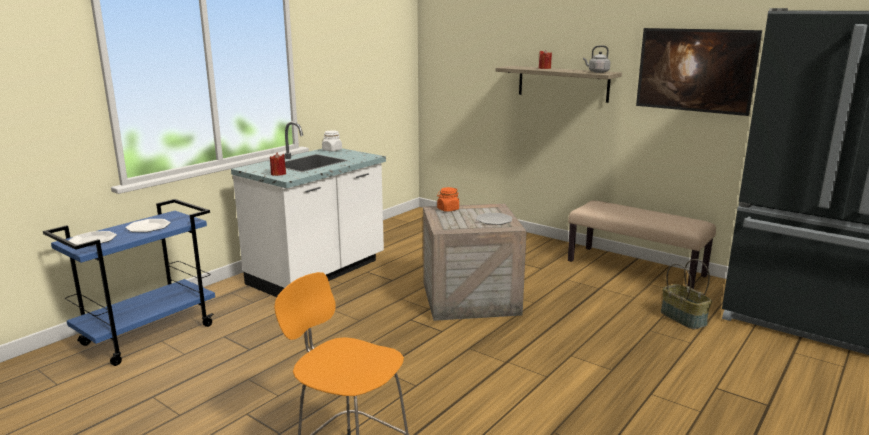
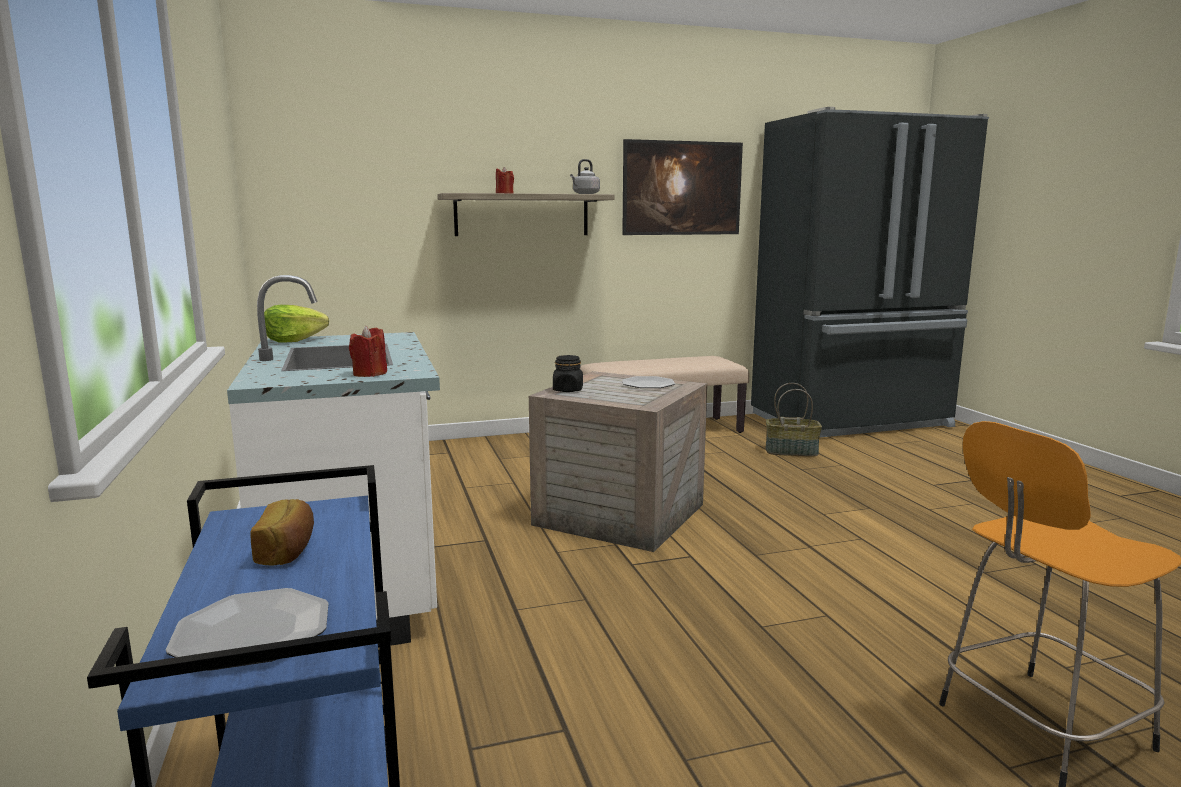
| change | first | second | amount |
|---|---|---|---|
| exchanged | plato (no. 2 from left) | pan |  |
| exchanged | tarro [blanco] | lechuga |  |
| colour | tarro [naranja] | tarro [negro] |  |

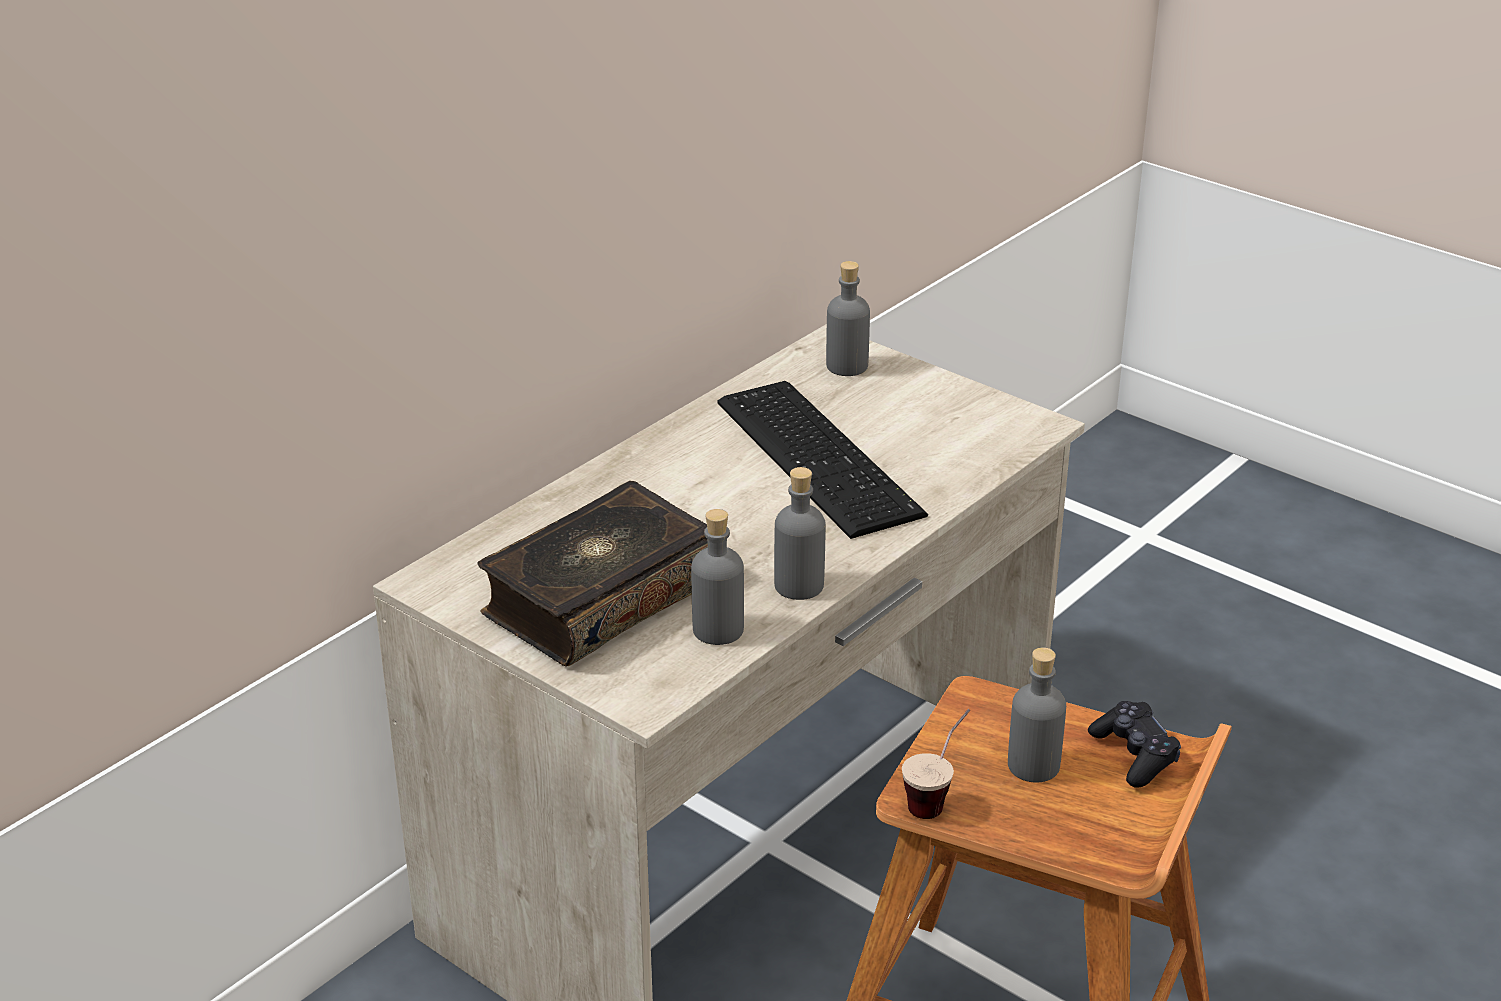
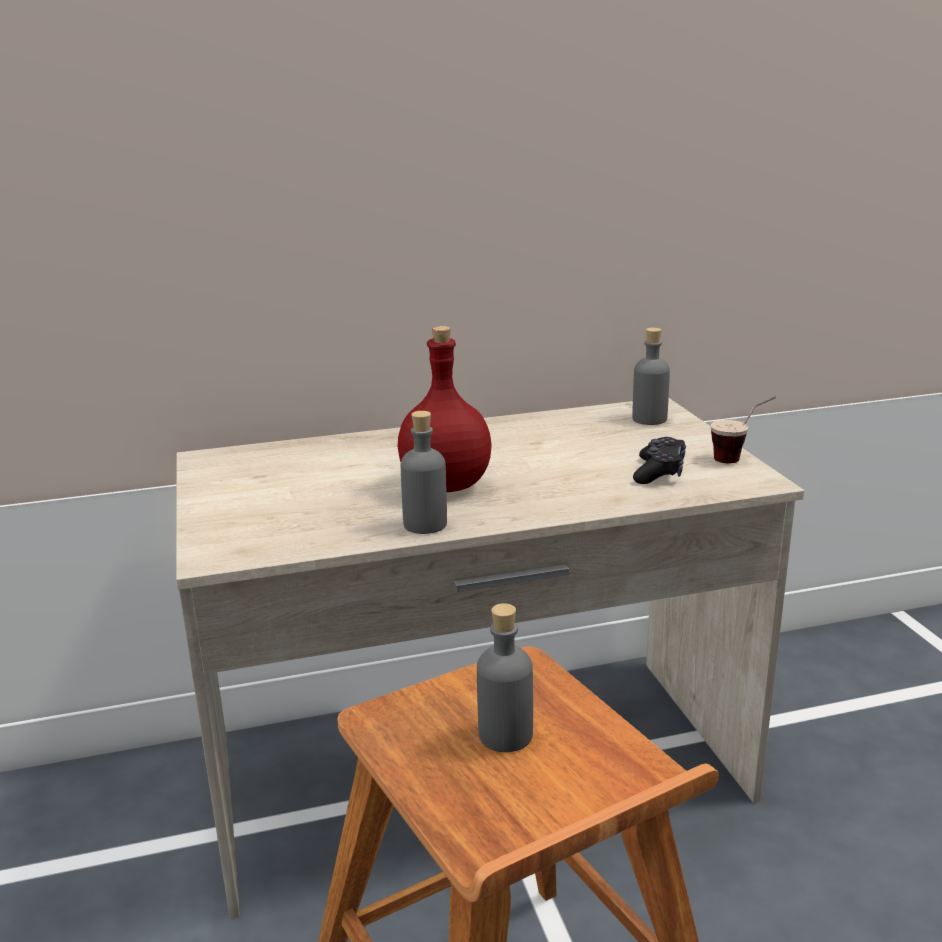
| change | first | second | amount |
|---|---|---|---|
| missing | libro |  |  |
| missing | botella [gris] (no. 1 from left) |  |  |
| missing | teclado |  |  |
| appeared |  | botella [rojo] |  |
| relocated | taza |  |  |
| relocated | mando de consola [negro] |  |  |

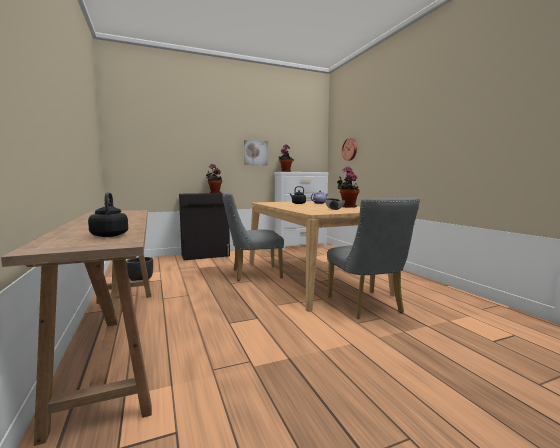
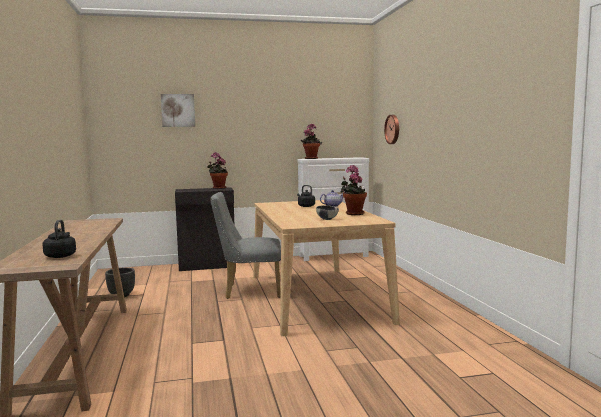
| change | first | second | amount |
|---|---|---|---|
| missing | silla [gris] (no. 2 from left) |  |  |
| relocated | cuadro |  |  |

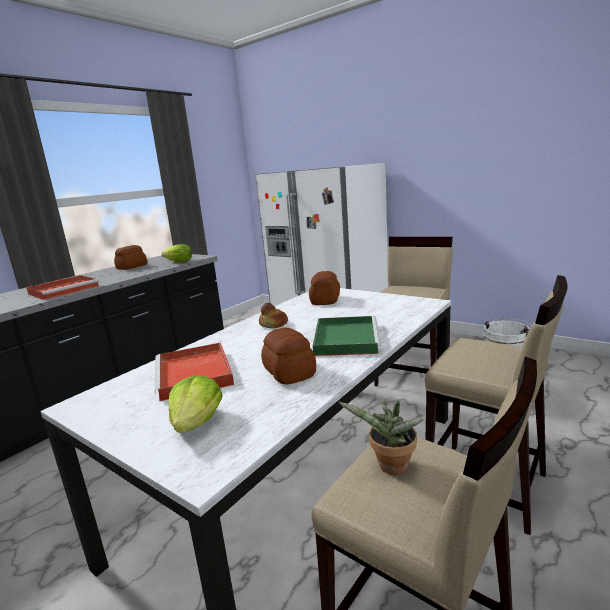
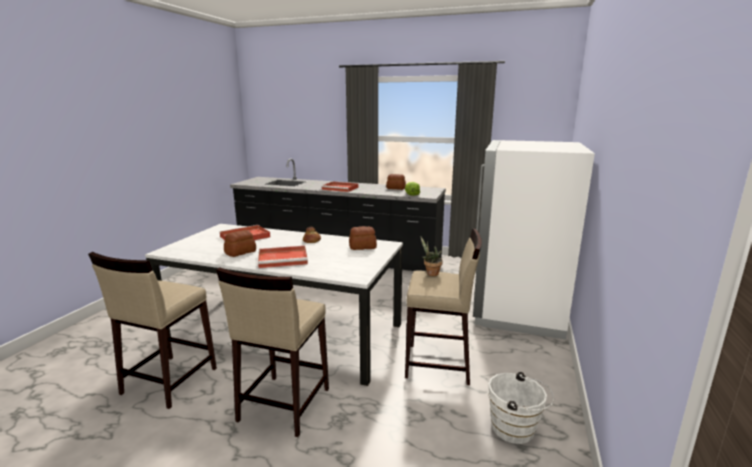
| change | first | second | amount |
|---|---|---|---|
| missing | lechuga (no. 2 from left) |  |  |
| relocated | planta en maceta |  |  |
| colour | bandeja [verde] | bandeja [rojo] (no. 2 from left) |  |

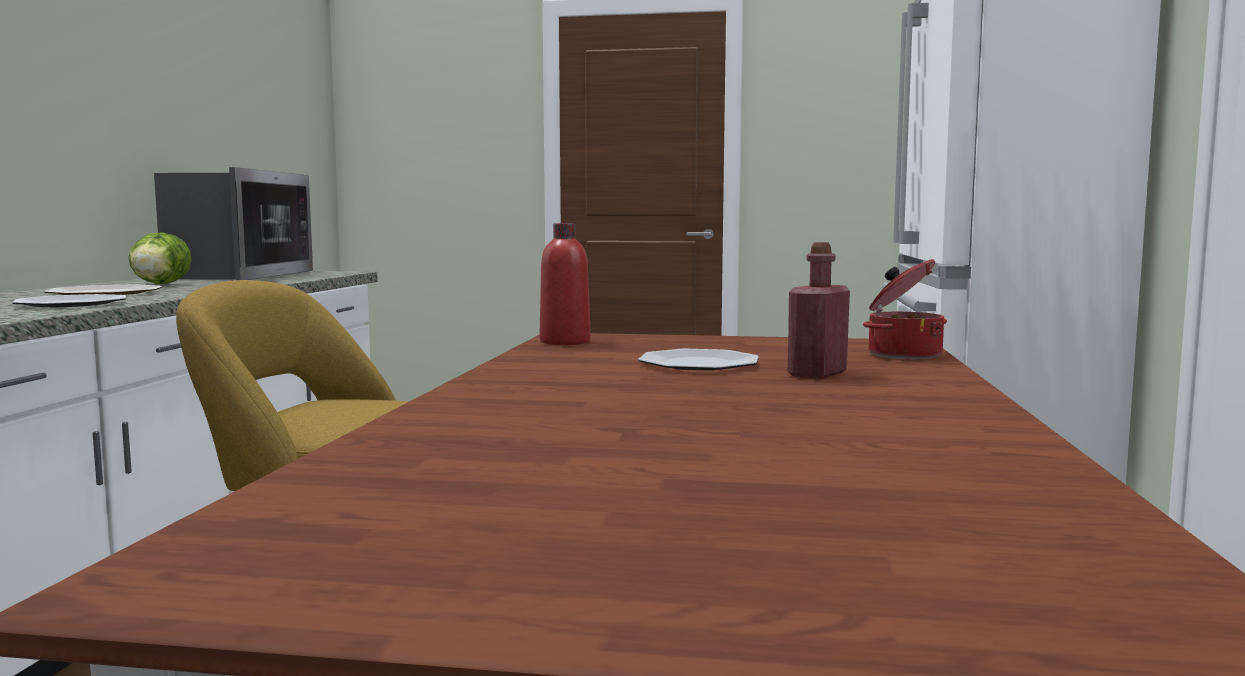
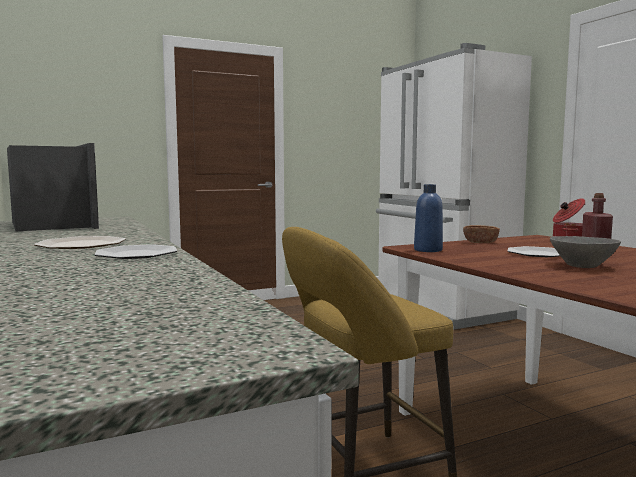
| change | first | second | amount |
|---|---|---|---|
| missing | lechuga |  |  |
| appeared |  | cuenco [marrón] |  |
| appeared |  | cuenco [gris] |  |
| colour | botella [rojo] (no. 1 from left) | botella [azul] |  |

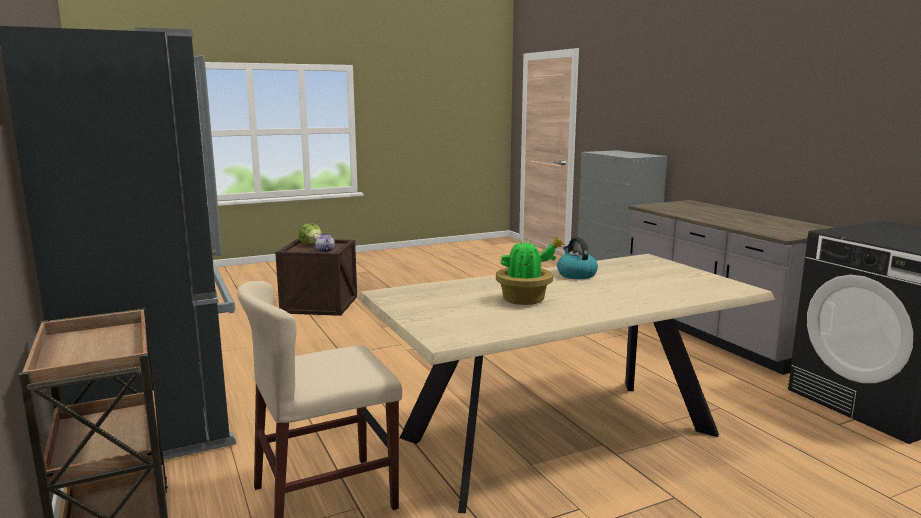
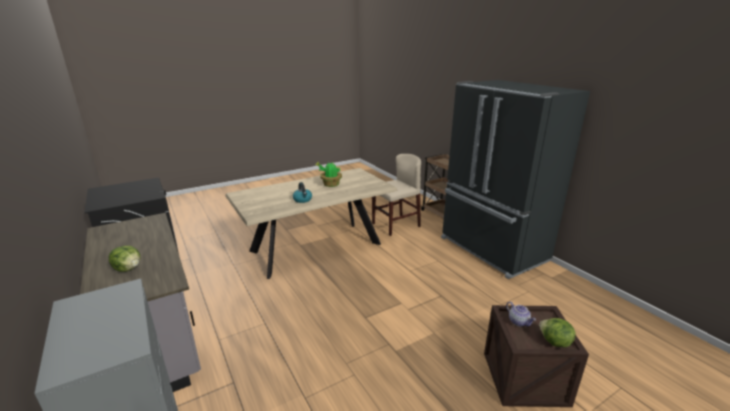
| change | first | second | amount |
|---|---|---|---|
| appeared |  | lechuga (no. 1 from left) |  |

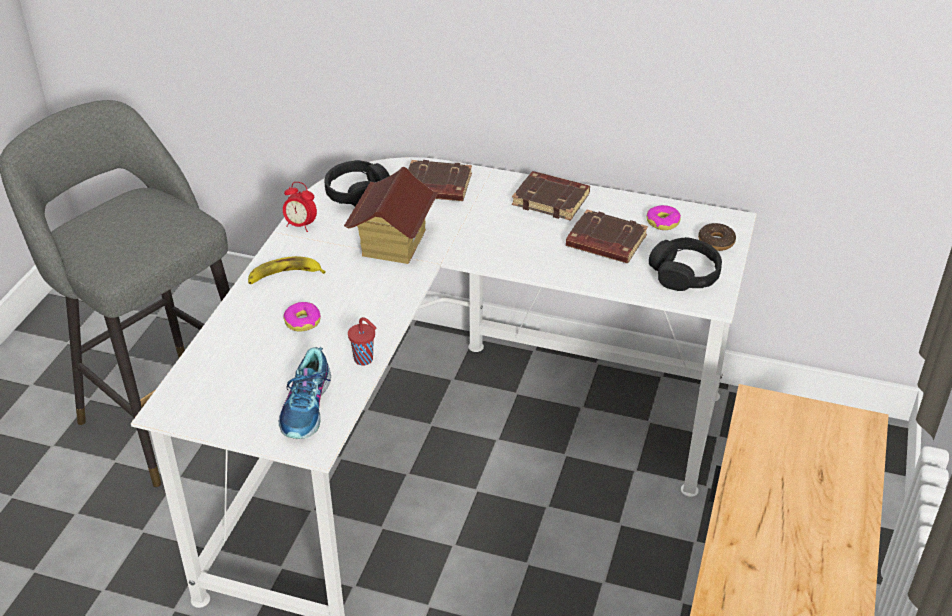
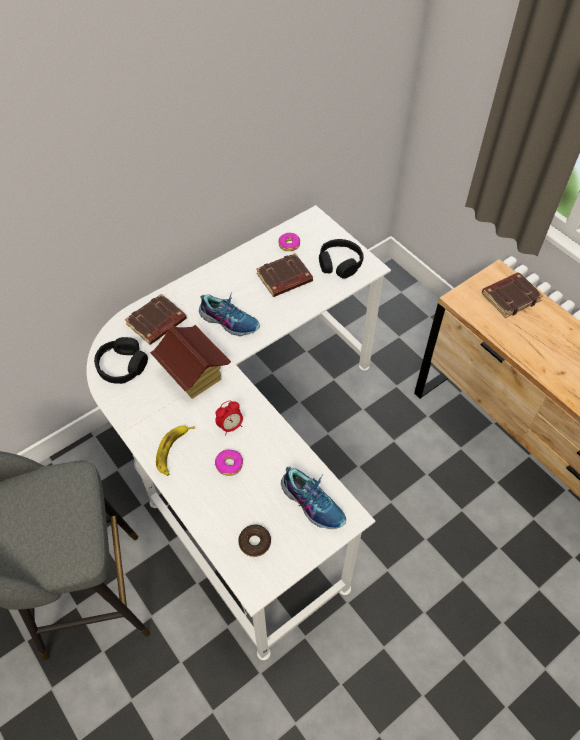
| change | first | second | amount |
|---|---|---|---|
| missing | taza [rojo] |  |  |
| appeared |  | zapato (no. 1 from left) |  |
| relocated | despertador |  |  |
| relocated | libro [marrón] (no. 2 from left in the first image) | libro [marrón] (no. 3 from left) |  |
| relocated | rosquilla (no. 3 from left in the first image) | rosquilla (no. 2 from left) |  |

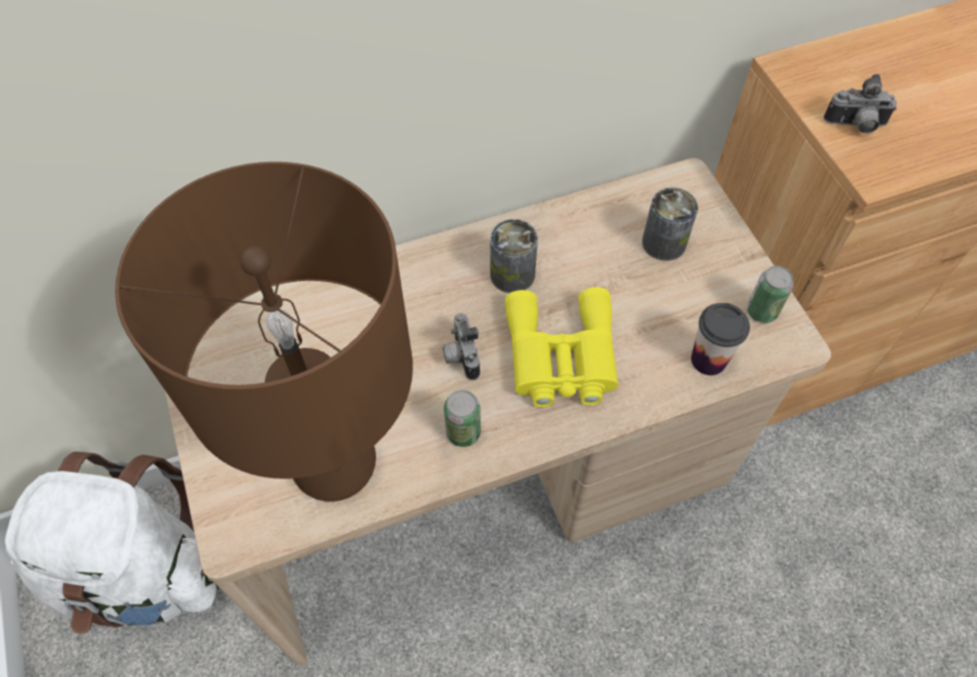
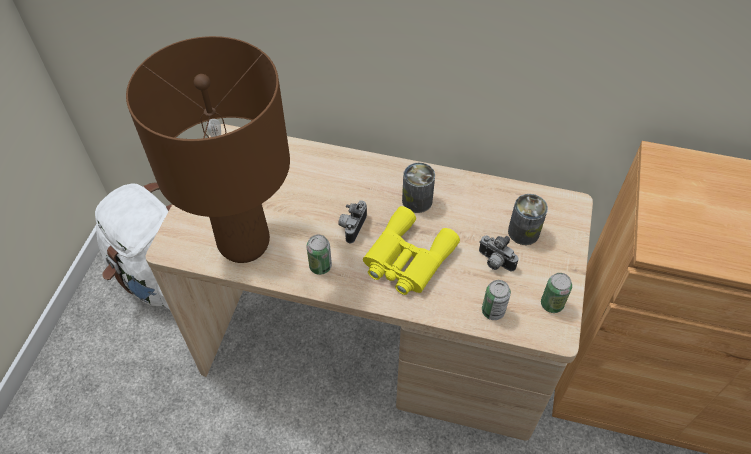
| change | first | second | amount |
|---|---|---|---|
| relocated | cámara (no. 2 from left) |  |  |
| exchanged | taza | lata (no. 3 from left) |  |

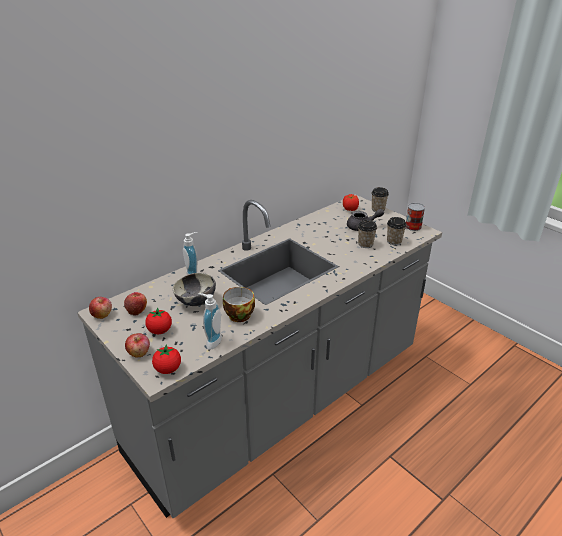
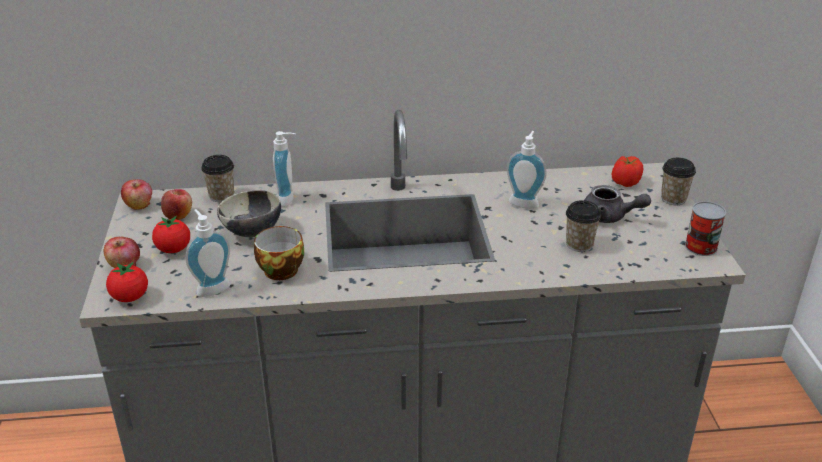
| change | first | second | amount |
|---|---|---|---|
| appeared |  | dispensador de jabón (no. 3 from left) |  |
| relocated | taza (no. 4 from left in the first image) | taza (no. 1 from left) |  |

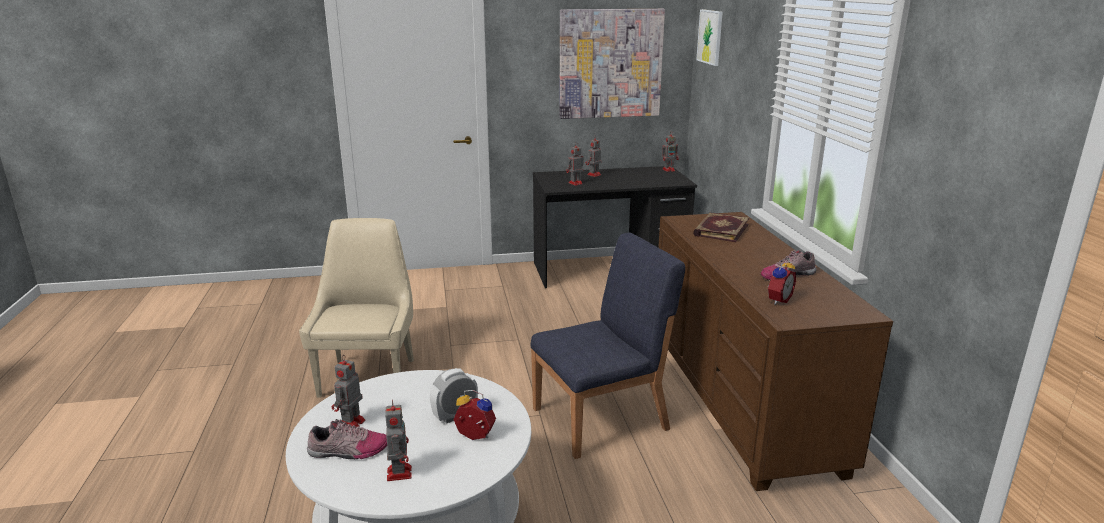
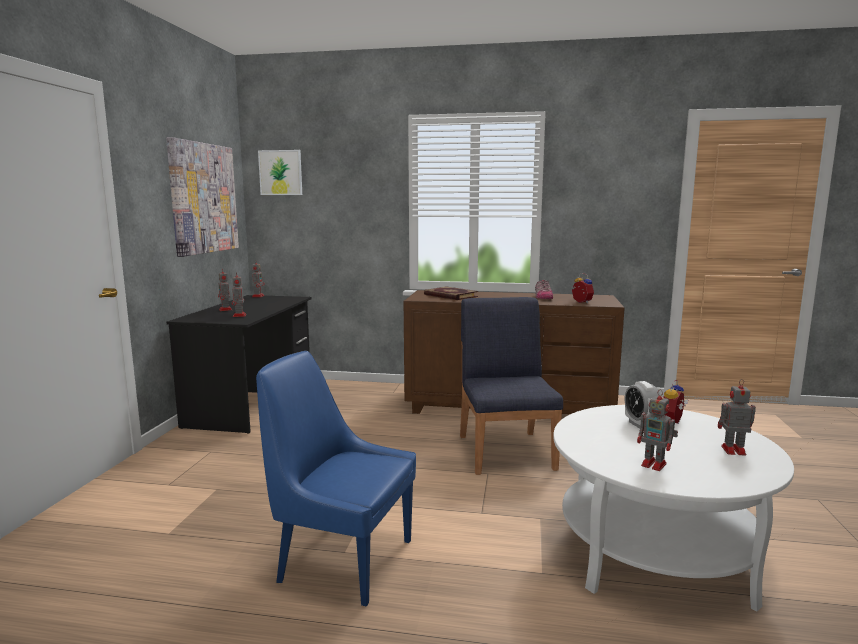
| change | first | second | amount |
|---|---|---|---|
| missing | zapato (no. 1 from left) |  |  |
| colour | silla [beis] | silla [azul] (no. 1 from left) |  |

